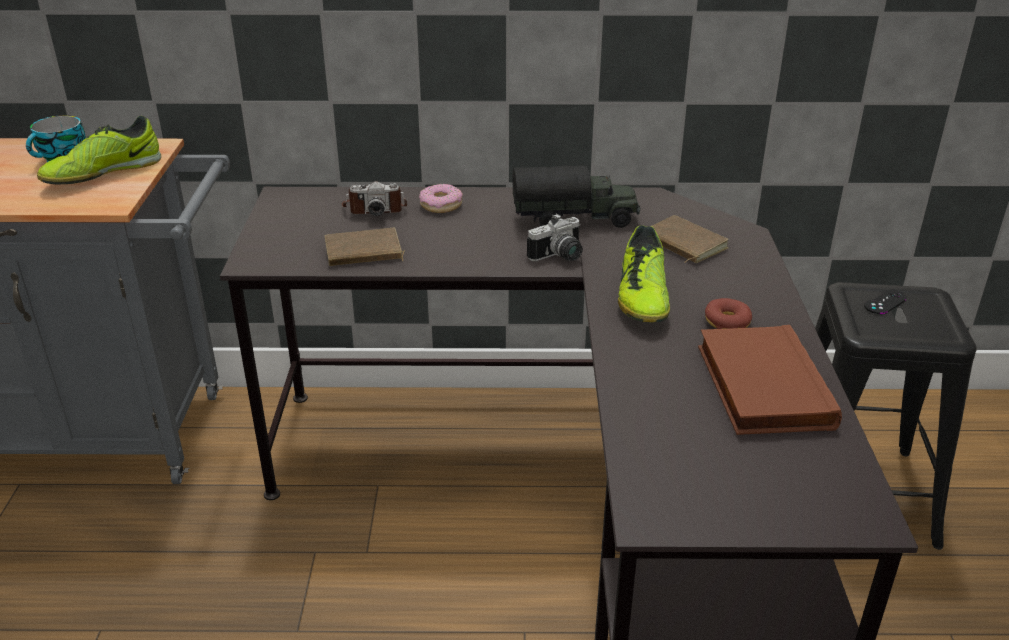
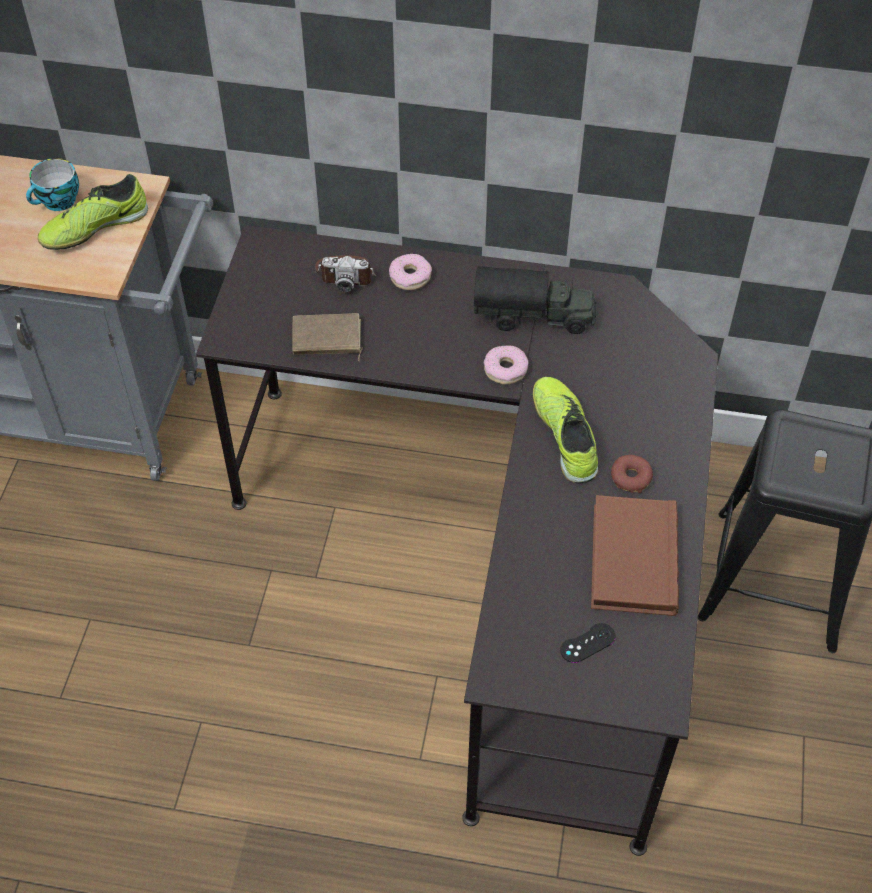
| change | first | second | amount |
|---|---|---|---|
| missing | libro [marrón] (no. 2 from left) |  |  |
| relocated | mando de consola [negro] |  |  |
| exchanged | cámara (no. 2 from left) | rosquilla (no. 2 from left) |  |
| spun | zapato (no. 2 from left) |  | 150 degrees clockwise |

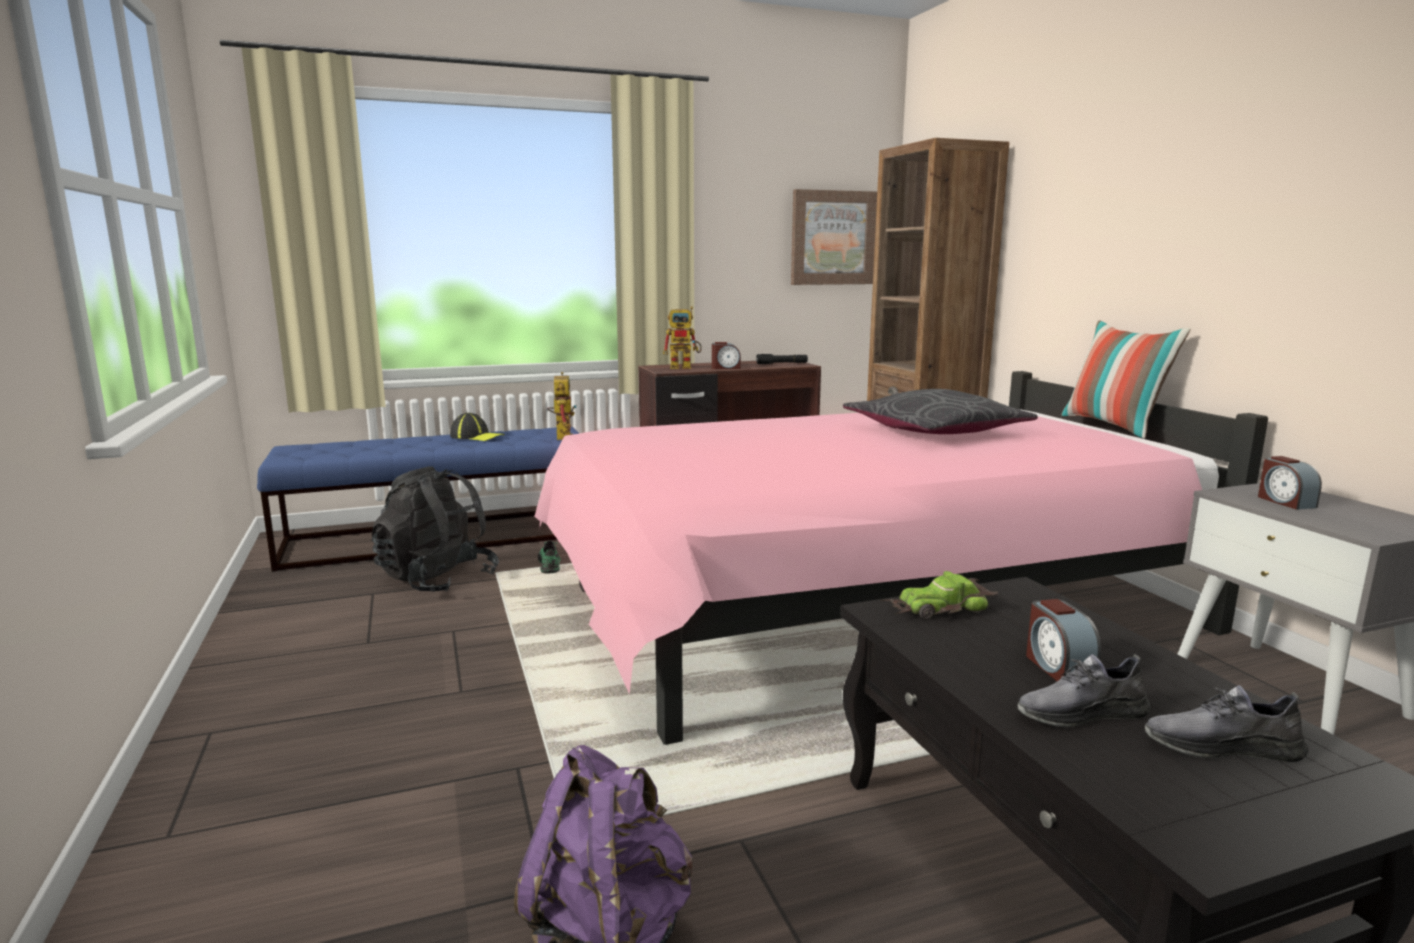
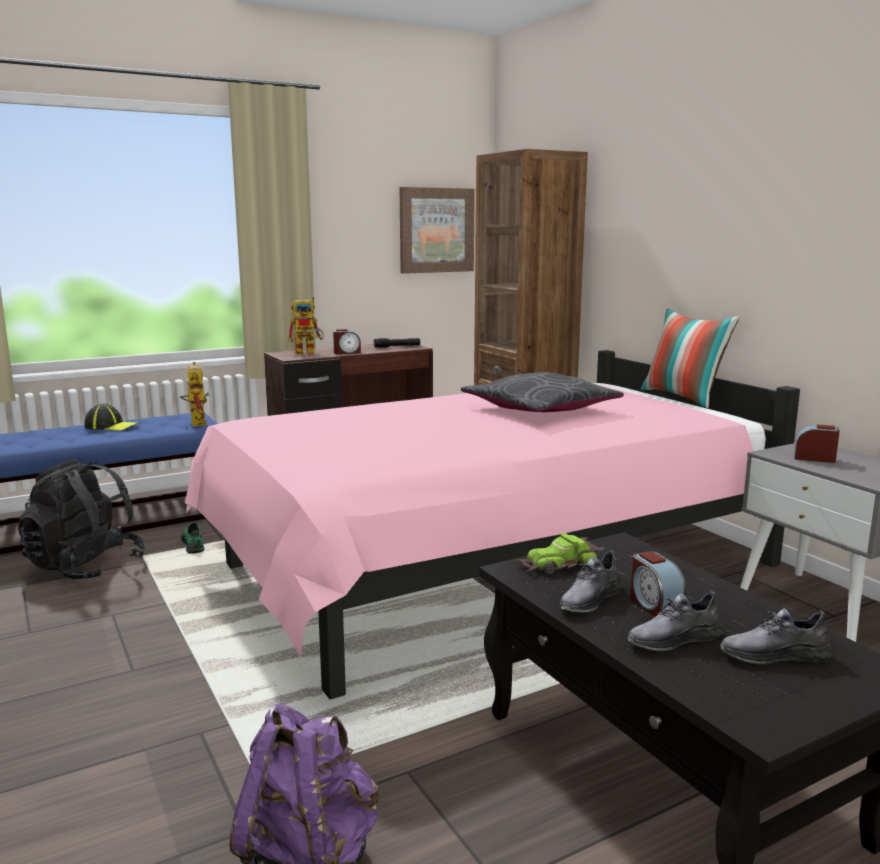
| change | first | second | amount |
|---|---|---|---|
| appeared |  | zapato [gris] (no. 1 from left) |  |
| spun | despertador (no. 3 from left) |  | 135 degrees clockwise |

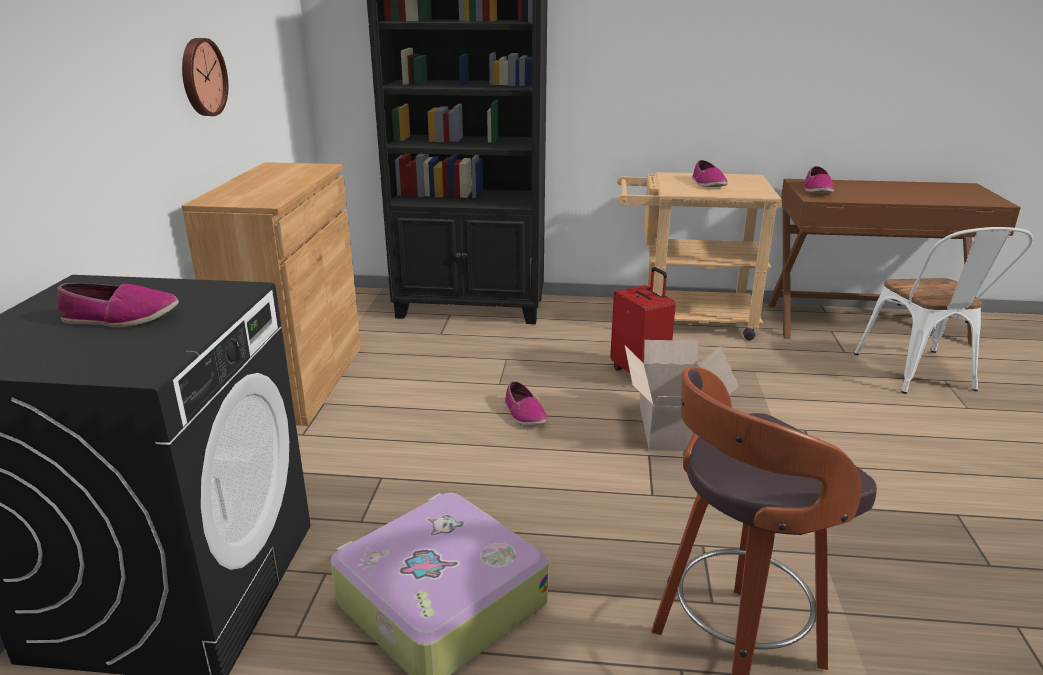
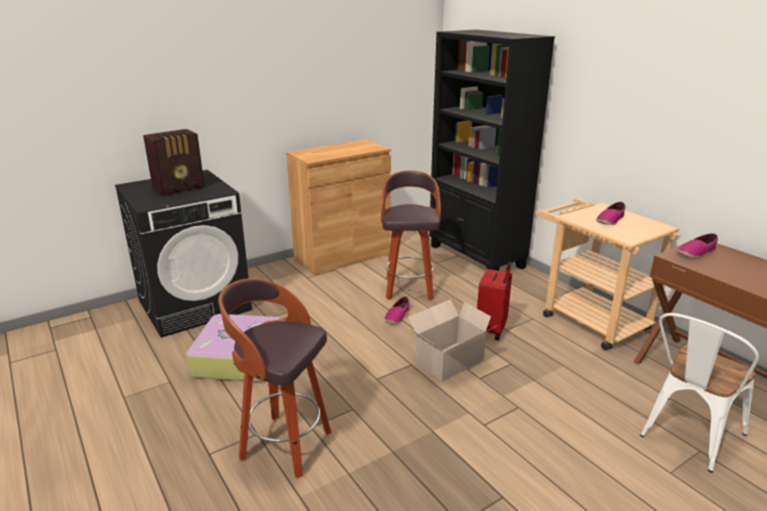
| change | first | second | amount |
|---|---|---|---|
| missing | reloj de pared |  |  |
| appeared |  | taburete (no. 2 from left) |  |
| exchanged | zapato (no. 1 from left) | radio |  |

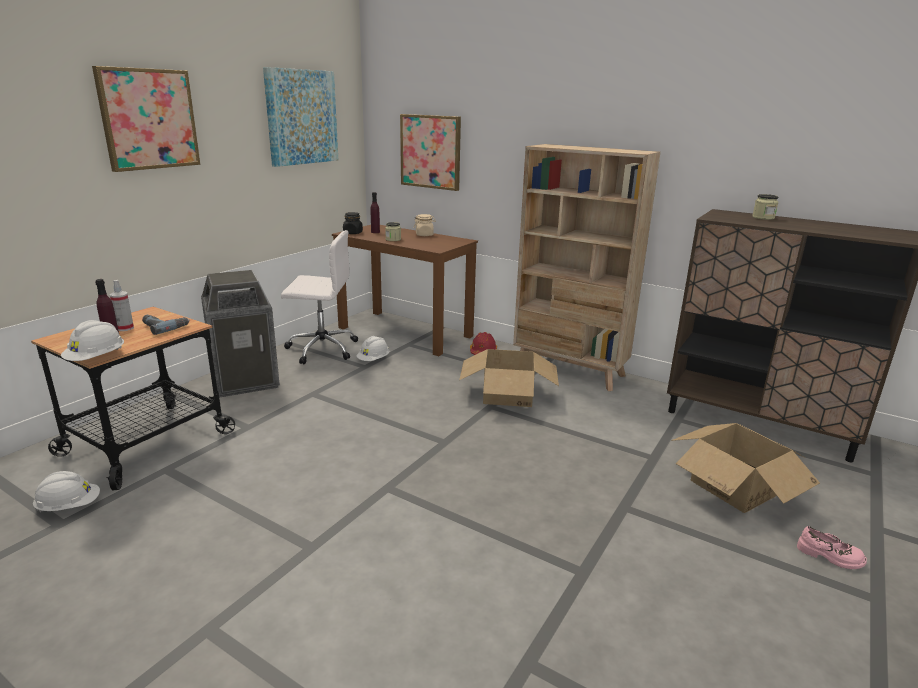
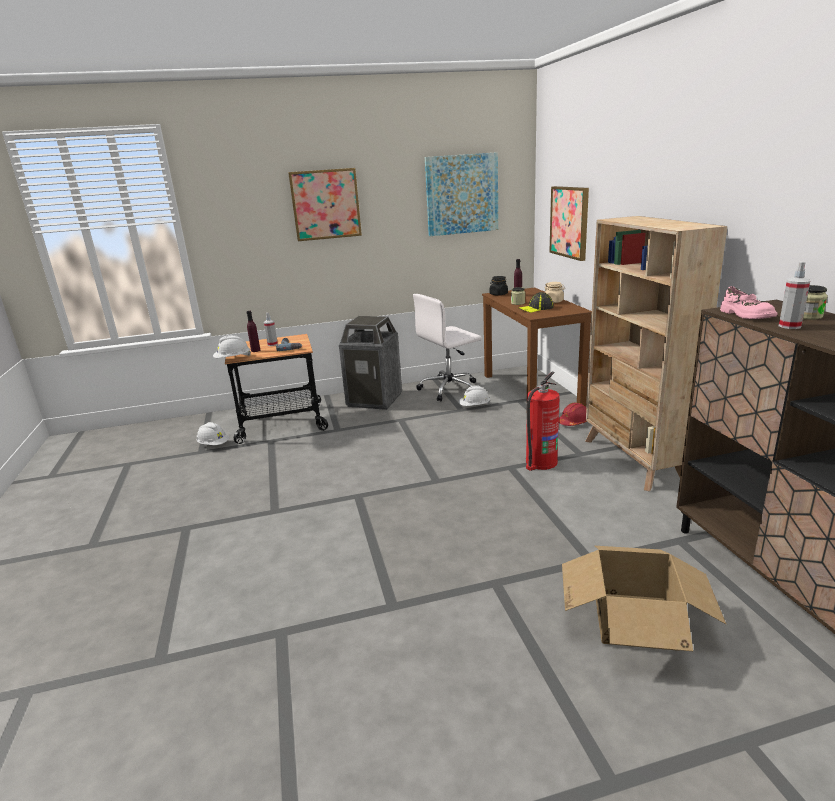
| change | first | second | amount |
|---|---|---|---|
| appeared |  | gorra |  |
| appeared |  | pulverizador (no. 2 from left) |  |
| relocated | zapato [rosa] |  |  |
| exchanged | caja de cartón (no. 1 from left) | extintor |  |
| spun | silla de oficina [blanco] |  | 105 degrees clockwise |

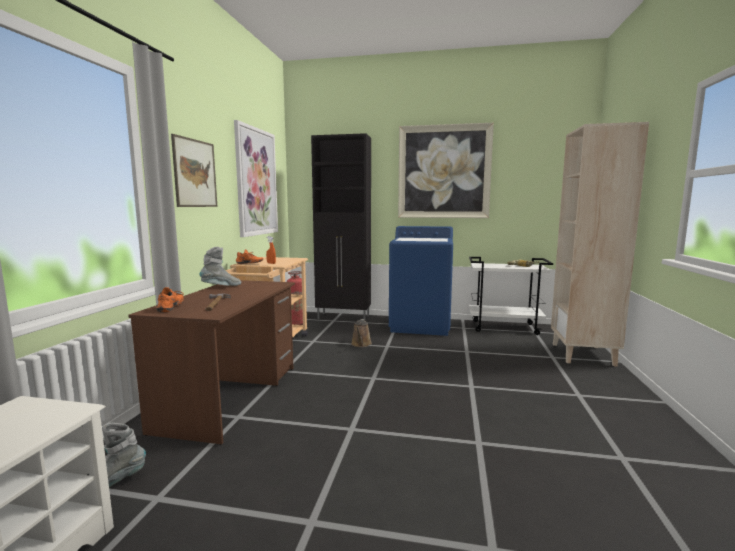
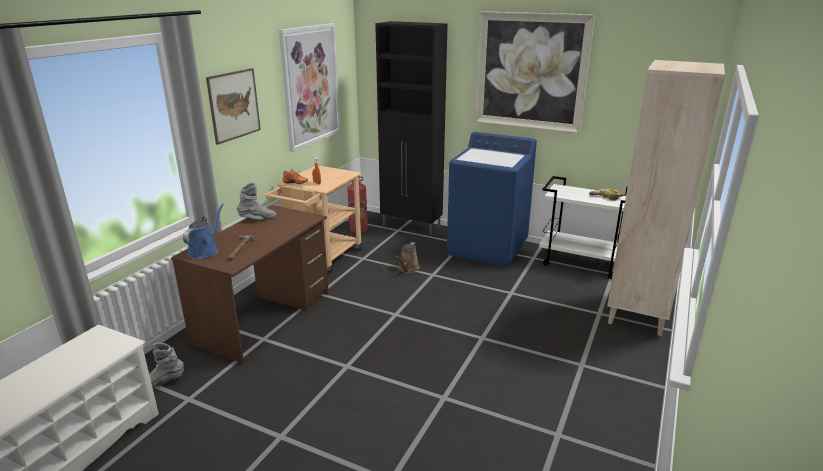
| change | first | second | amount |
|---|---|---|---|
| exchanged | zapato [naranja] (no. 1 from left) | regadera [azul] |  |

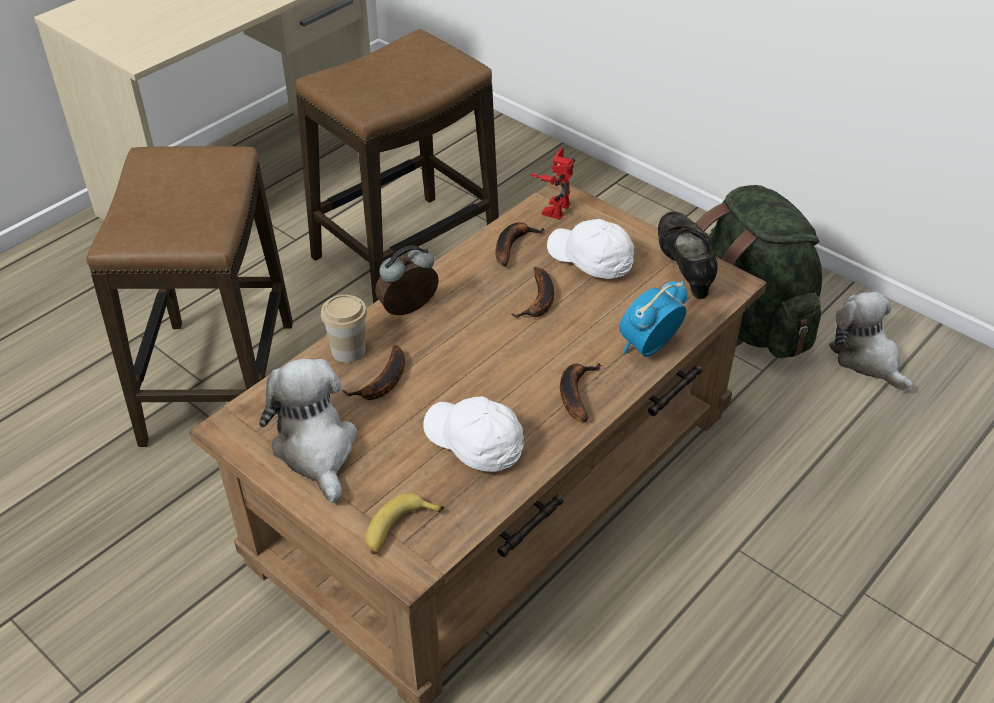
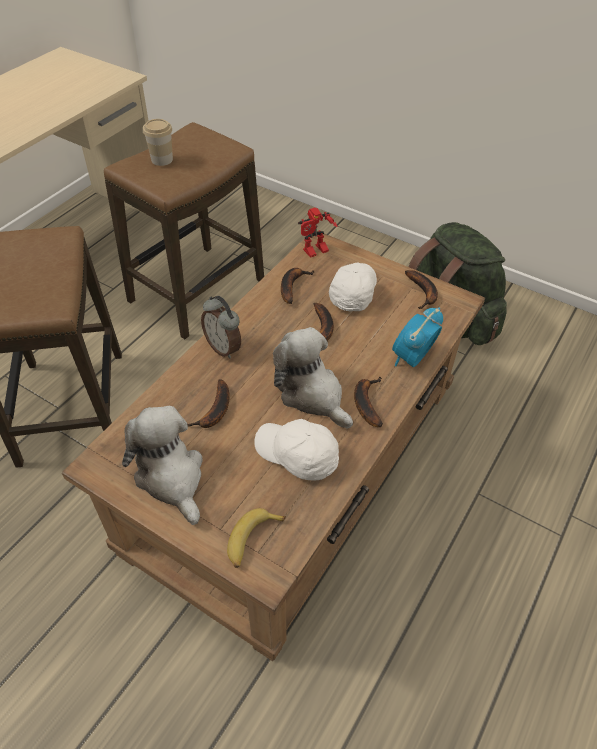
| change | first | second | amount |
|---|---|---|---|
| relocated | taza |  |  |
| relocated | peluche (no. 2 from left) |  |  |
| exchanged | zapato [negro] | plátano (no. 6 from left) |  |
| spun | despertador (no. 1 from left) |  | 90 degrees counterclockwise |
| spun | robot de juguete |  | 135 degrees counterclockwise |
| spun | gorra [blanco] (no. 2 from left) |  | 75 degrees clockwise |

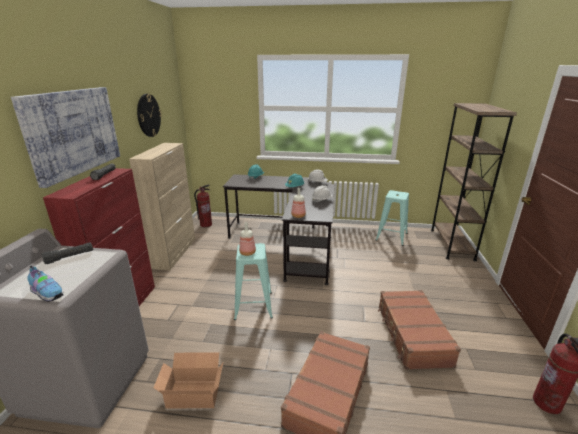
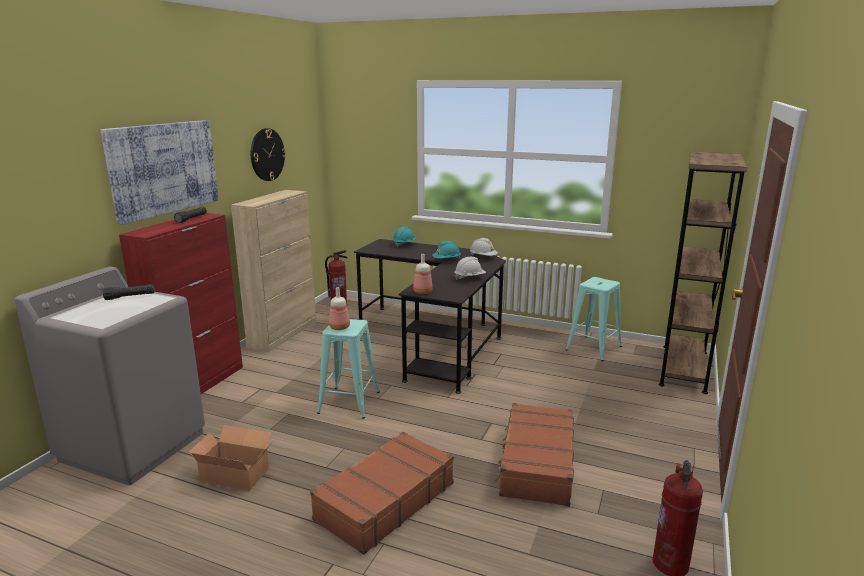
| change | first | second | amount |
|---|---|---|---|
| missing | zapato |  |  |

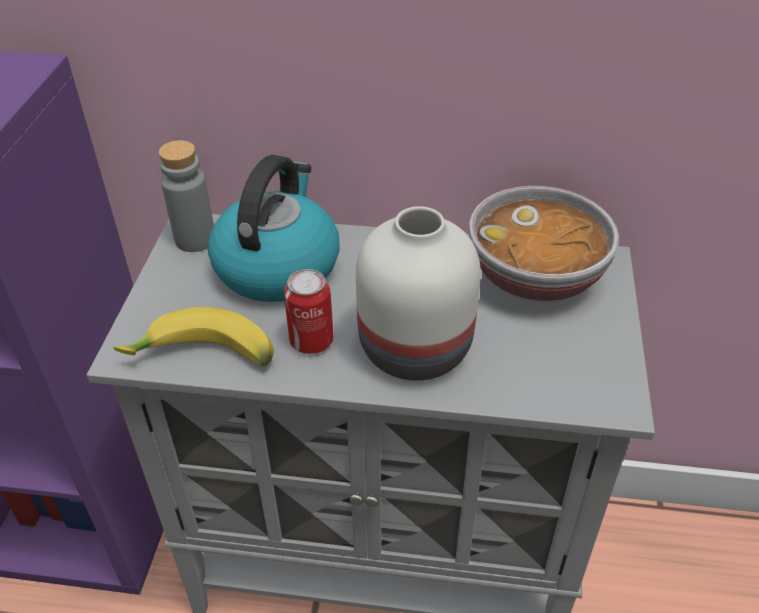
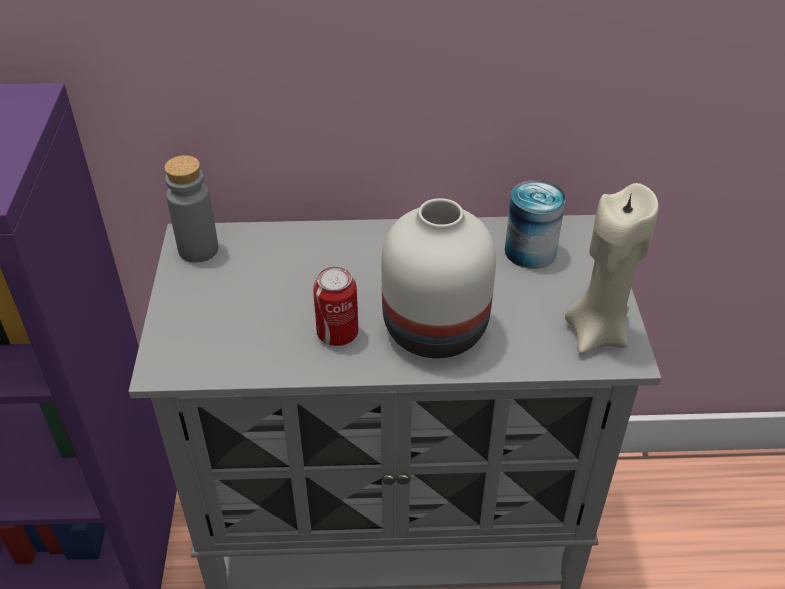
| change | first | second | amount |
|---|---|---|---|
| missing | plátano |  |  |
| missing | hervidor |  |  |
| appeared |  | vela [beis] |  |
| exchanged | cuenco | lata (no. 2 from left) |  |

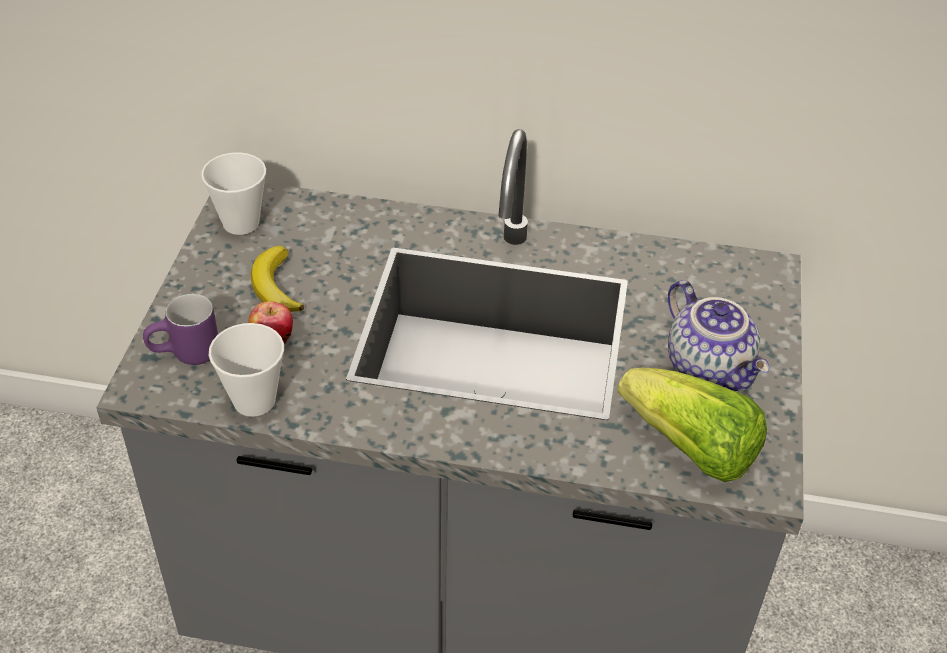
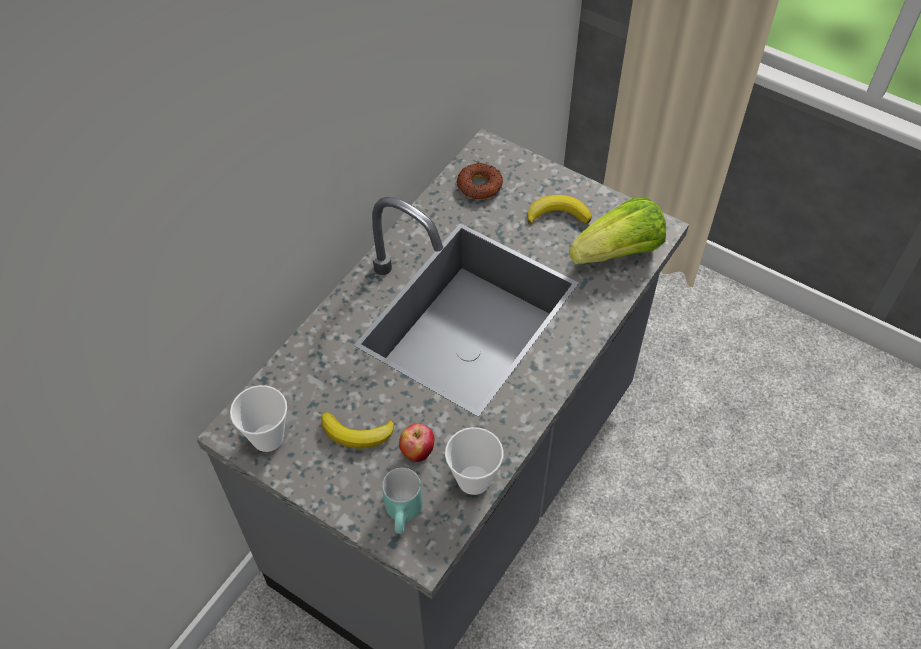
| change | first | second | amount |
|---|---|---|---|
| appeared |  | rosquilla |  |
| exchanged | tetera | plátano (no. 2 from left) |  |
| colour | taza grande [morado] | taza grande [turquesa] |  |

